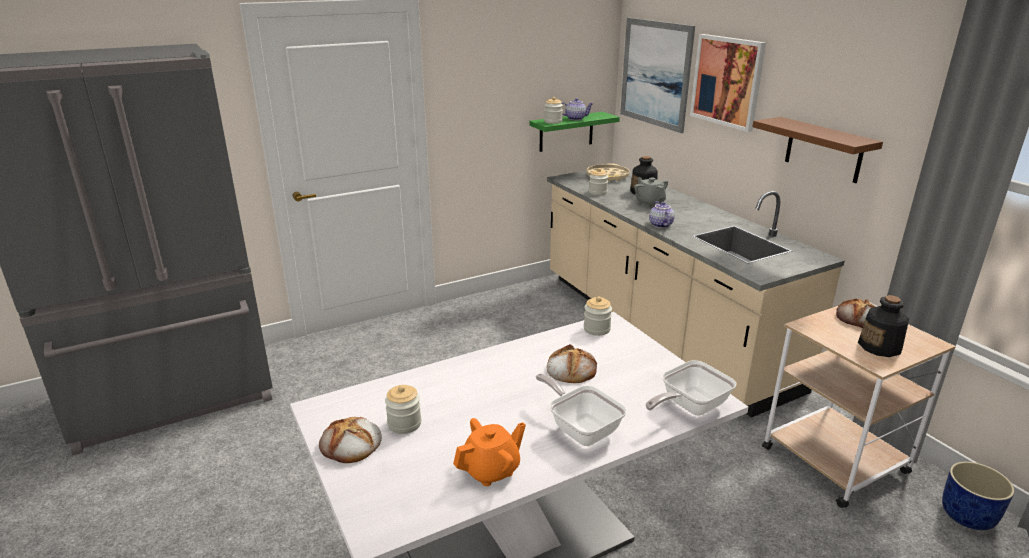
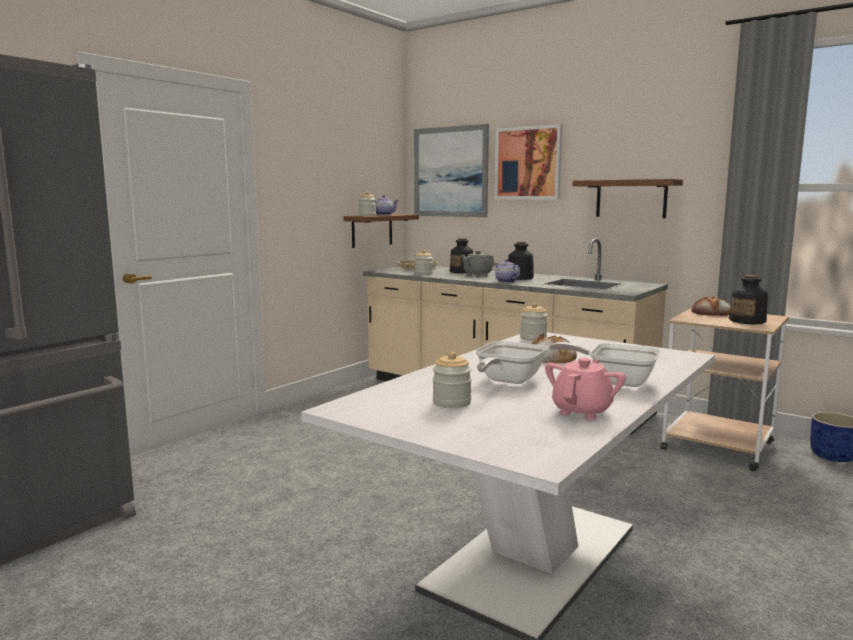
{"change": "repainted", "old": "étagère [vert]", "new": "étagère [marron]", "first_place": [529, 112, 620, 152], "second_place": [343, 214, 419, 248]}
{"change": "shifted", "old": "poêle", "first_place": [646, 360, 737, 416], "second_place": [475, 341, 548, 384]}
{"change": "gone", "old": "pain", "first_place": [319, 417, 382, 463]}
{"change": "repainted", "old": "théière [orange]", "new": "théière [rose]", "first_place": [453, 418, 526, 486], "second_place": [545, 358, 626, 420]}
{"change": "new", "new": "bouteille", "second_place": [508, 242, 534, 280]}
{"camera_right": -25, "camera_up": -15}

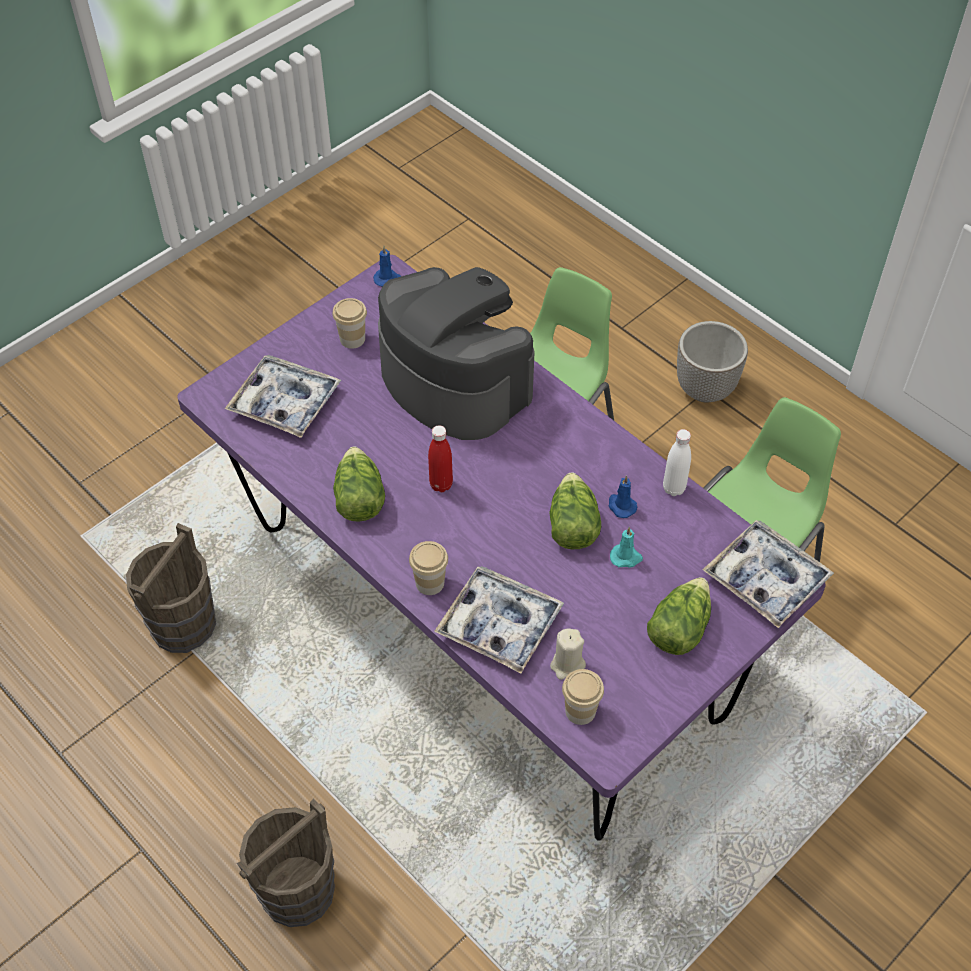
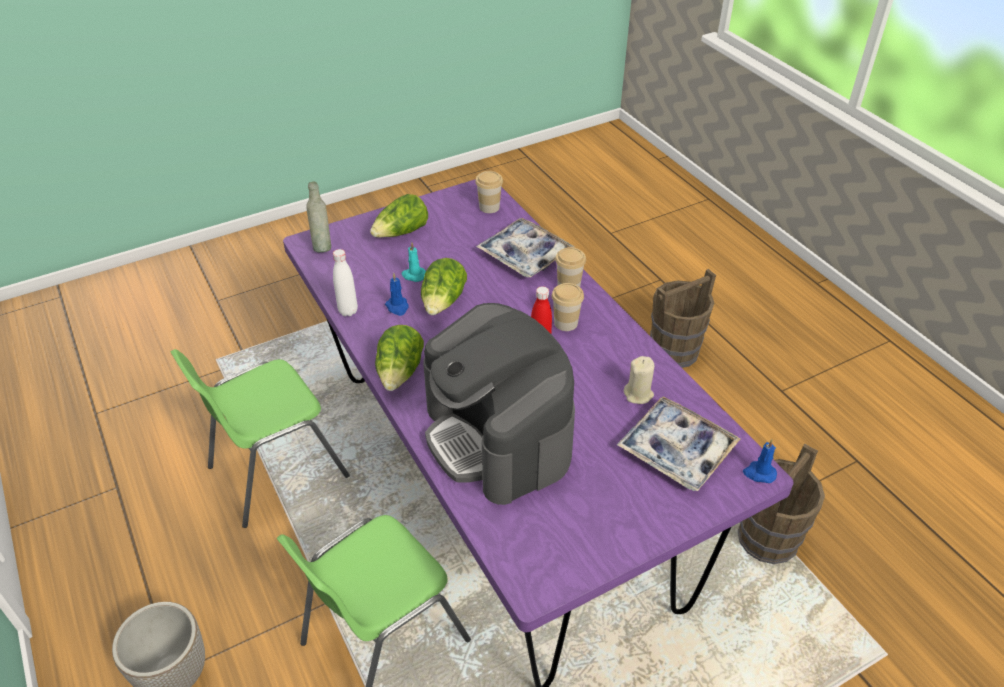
{"change": "shifted", "old": "bougie [bleu]", "first_place": [373, 246, 401, 287], "second_place": [743, 439, 777, 483]}
{"change": "shifted", "old": "tasse", "first_place": [332, 298, 367, 349], "second_place": [552, 283, 584, 331]}
{"change": "shifted", "old": "laitue", "first_place": [333, 446, 385, 522], "second_place": [375, 325, 424, 391]}
{"change": "swapped", "old": "plateau", "new": "bouteille [gris]", "first_place": [702, 520, 834, 628], "second_place": [306, 181, 331, 252]}
{"change": "shifted", "old": "bougie [beige]", "first_place": [550, 628, 586, 680], "second_place": [624, 356, 654, 404]}
{"camera_right": -165, "camera_up": -10}

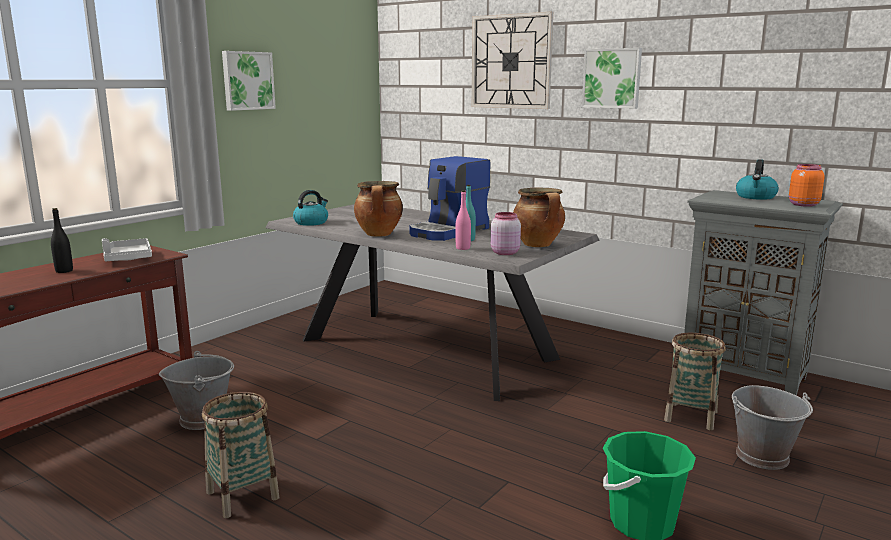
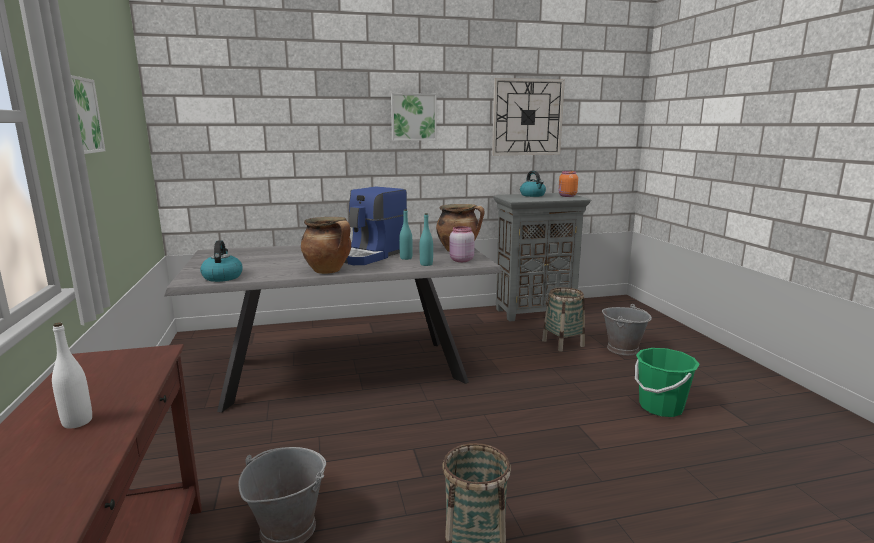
{"change": "shifted", "old": "horloge murale", "first_place": [472, 11, 553, 109], "second_place": [492, 78, 565, 155]}
{"change": "rotated", "old": "machine à café", "first_place": [409, 156, 490, 241], "second_place": [344, 187, 407, 265], "degrees": 45}
{"change": "repainted", "old": "bouteille [rose]", "new": "bouteille [turquoise]", "first_place": [455, 190, 471, 250], "second_place": [420, 213, 433, 266]}
{"change": "repainted", "old": "bouteille [noir]", "new": "bouteille [blanc]", "first_place": [51, 208, 73, 273], "second_place": [52, 322, 92, 429]}
{"change": "gone", "old": "plateau [gris]", "first_place": [102, 238, 152, 261]}
{"camera_right": -50, "camera_up": 0}

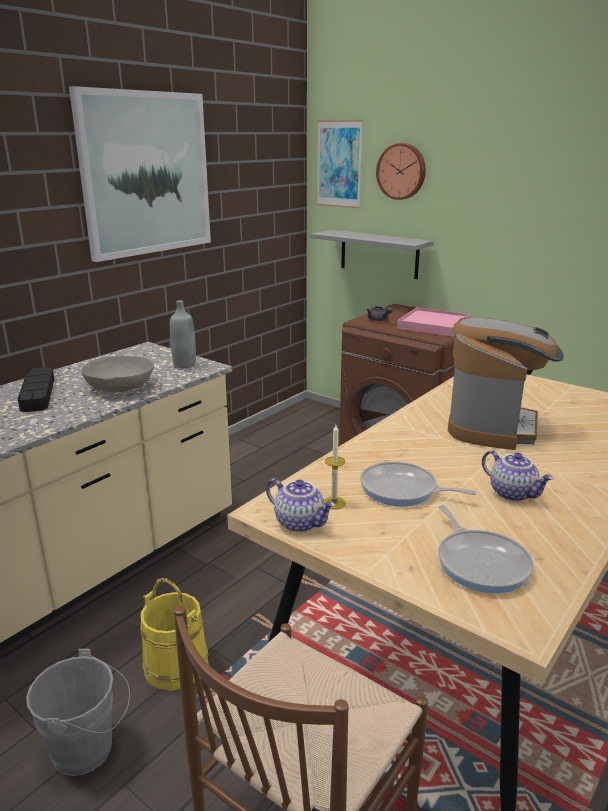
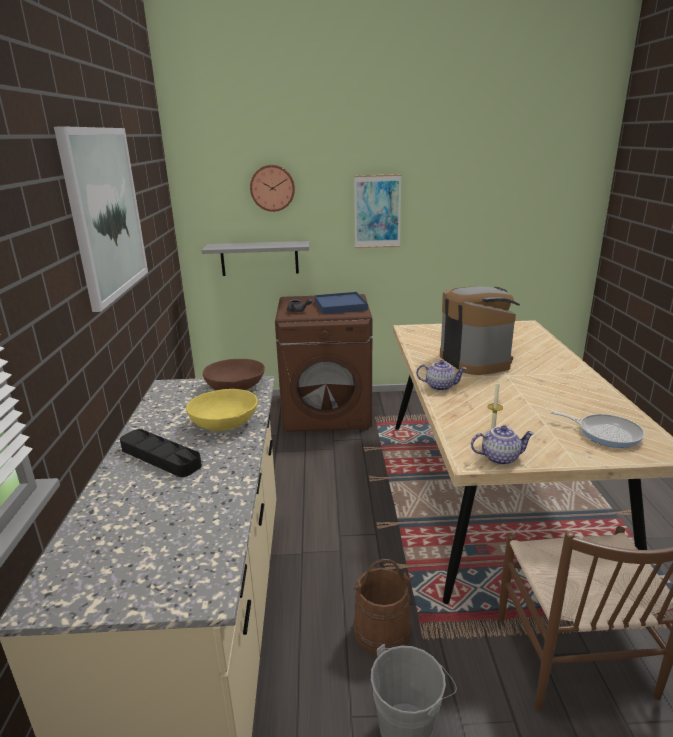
{"change": "shifted", "old": "tableau", "first_place": [317, 120, 363, 208], "second_place": [354, 174, 402, 248]}
{"change": "swapped", "old": "bouteille [gris]", "new": "bol [marron]", "first_place": [170, 300, 196, 368], "second_place": [203, 359, 265, 390]}
{"change": "repainted", "old": "plateau [rose]", "new": "plateau [bleu]", "first_place": [397, 307, 470, 337], "second_place": [315, 292, 368, 314]}
{"change": "repainted", "old": "bol [gris]", "new": "bol [jaune]", "first_place": [81, 355, 154, 392], "second_place": [186, 389, 258, 431]}
{"change": "shifted", "old": "théière", "first_place": [482, 450, 554, 502], "second_place": [416, 360, 467, 391]}
{"change": "gone", "old": "poêle", "first_place": [360, 462, 477, 506]}
{"change": "repainted", "old": "seau [jaune]", "new": "seau [marron]", "first_place": [141, 578, 209, 691], "second_place": [352, 559, 413, 655]}
{"camera_right": -40, "camera_up": 0}

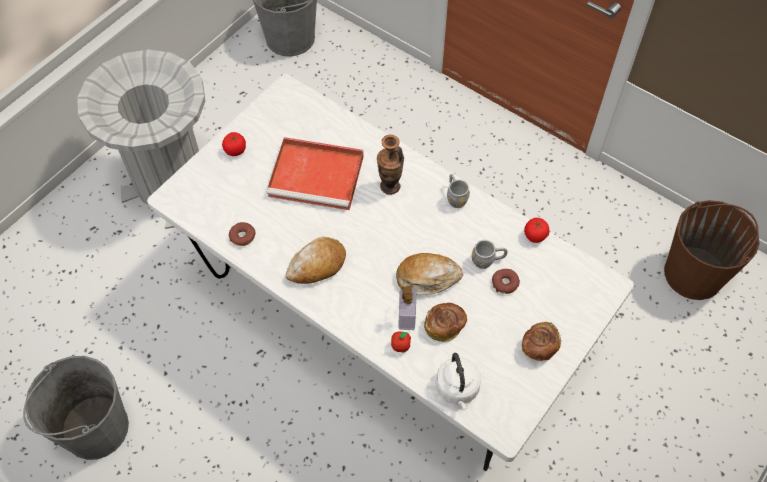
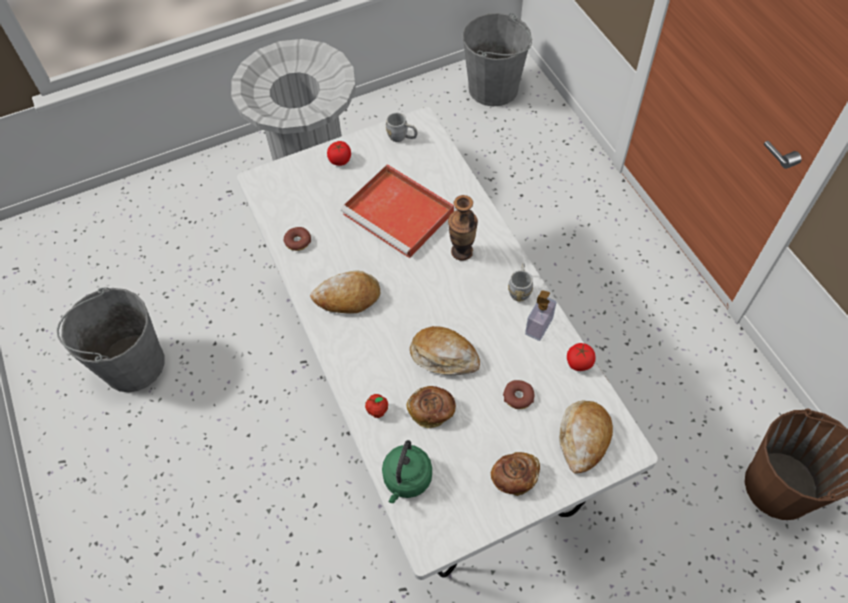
{"change": "shifted", "old": "mug [gris]", "first_place": [472, 240, 508, 269], "second_place": [386, 113, 417, 142]}
{"change": "shifted", "old": "distributeur de savon", "first_place": [398, 286, 416, 330], "second_place": [525, 290, 557, 341]}
{"change": "repainted", "old": "bouilloire [blanc]", "new": "bouilloire [vert]", "first_place": [436, 353, 482, 410], "second_place": [382, 440, 432, 503]}
{"change": "new", "new": "pain", "second_place": [559, 400, 613, 474]}
{"camera_right": 30, "camera_up": 0}

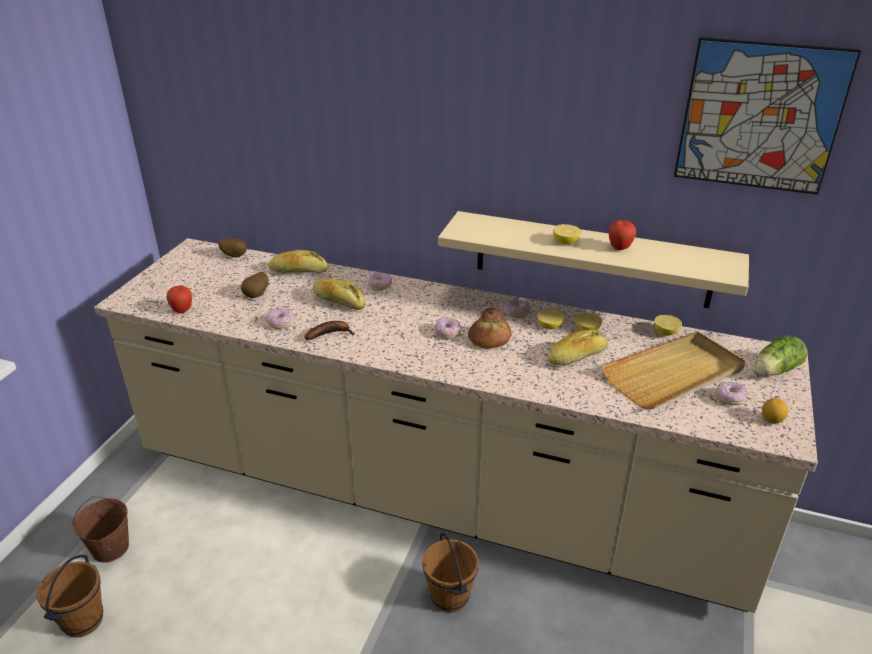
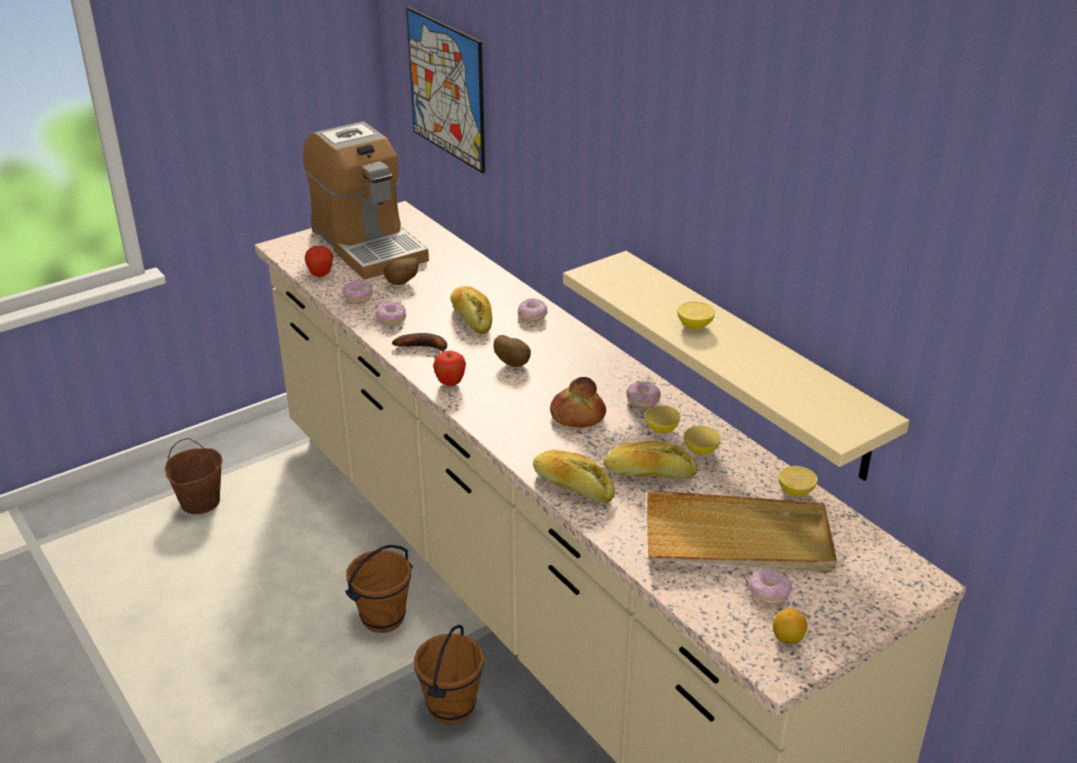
{"change": "shifted", "old": "tableau", "first_place": [674, 37, 861, 195], "second_place": [406, 7, 485, 174]}
{"change": "shifted", "old": "pomme", "first_place": [609, 220, 636, 250], "second_place": [433, 350, 466, 386]}
{"change": "shifted", "old": "pomme de terre", "first_place": [218, 238, 247, 257], "second_place": [494, 335, 531, 367]}
{"change": "shifted", "old": "pain", "first_place": [268, 250, 328, 273], "second_place": [533, 450, 615, 503]}
{"change": "shifted", "old": "beignet", "first_place": [435, 317, 461, 339], "second_place": [343, 279, 373, 303]}
{"change": "gone", "old": "laitue", "first_place": [755, 336, 807, 376]}
{"change": "shifted", "old": "seau [marron]", "first_place": [37, 555, 103, 637], "second_place": [345, 545, 413, 633]}
{"change": "new", "new": "machine à café", "second_place": [303, 121, 429, 280]}
{"camera_right": 35, "camera_up": 0}

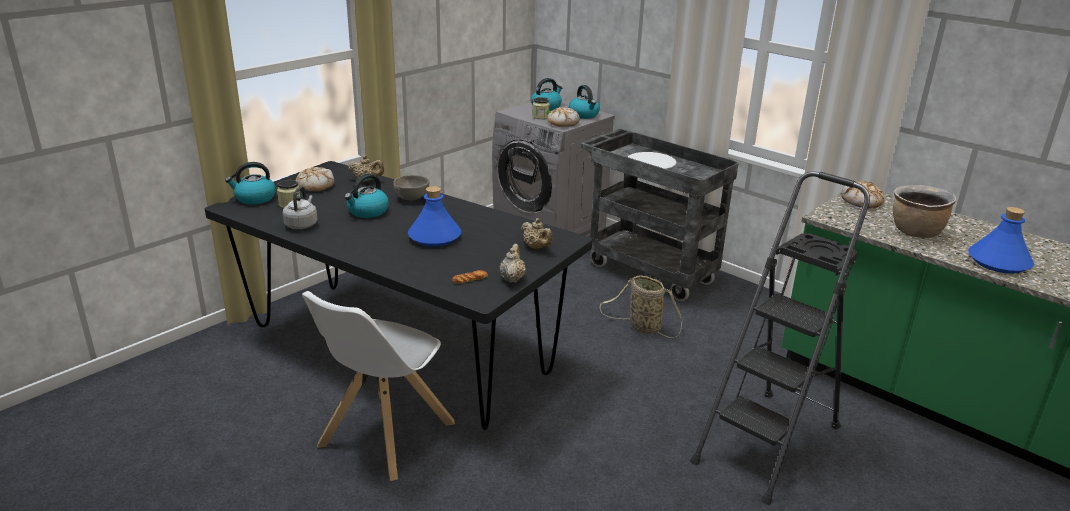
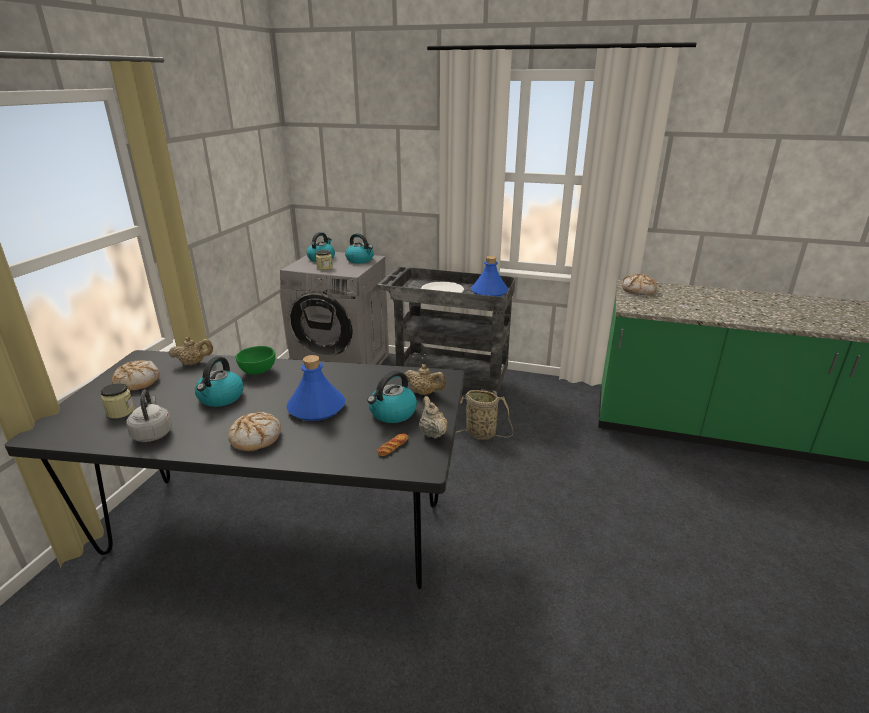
{"change": "shifted", "old": "pain", "first_place": [547, 107, 580, 127], "second_place": [228, 412, 281, 452]}
{"change": "shifted", "old": "bouilloire", "first_place": [225, 162, 276, 205], "second_place": [367, 371, 417, 423]}
{"change": "gone", "old": "escabeau", "first_place": [690, 171, 870, 505]}
{"change": "repainted", "old": "bol [gris]", "new": "bol [vert]", "first_place": [394, 175, 429, 200], "second_place": [236, 346, 276, 375]}
{"change": "gone", "old": "marmite [marron]", "first_place": [893, 185, 957, 238]}
{"change": "shifted", "old": "bouteille [bleu]", "first_place": [968, 207, 1034, 274], "second_place": [471, 256, 509, 297]}
{"change": "gone", "old": "chaise", "first_place": [302, 291, 455, 481]}
{"camera_right": -25, "camera_up": 0}

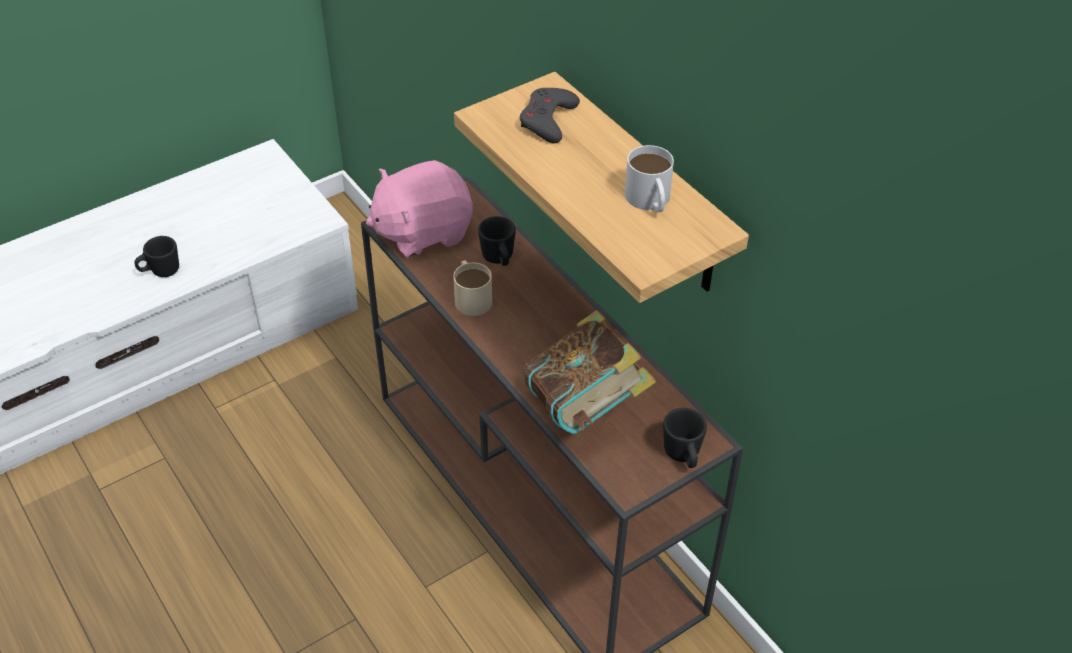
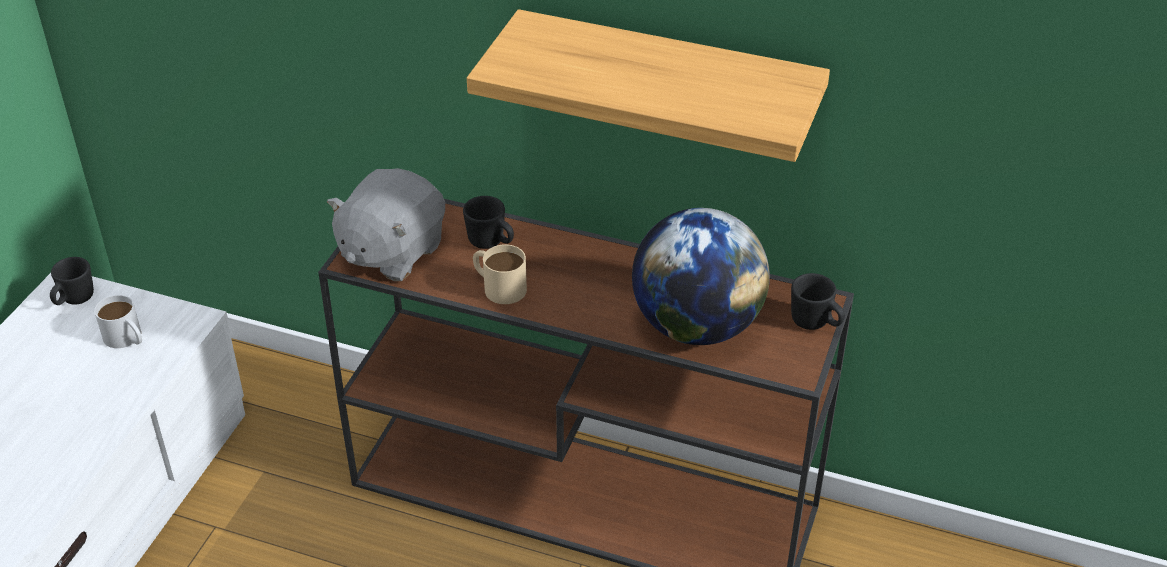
{"change": "gone", "old": "manette [gris]", "first_place": [520, 88, 580, 143]}
{"change": "shifted", "old": "mug [blanc]", "first_place": [625, 145, 674, 212], "second_place": [94, 295, 142, 348]}
{"change": "repainted", "old": "peluche [rose]", "new": "peluche [gris]", "first_place": [366, 160, 473, 258], "second_place": [327, 168, 445, 281]}
{"change": "shifted", "old": "mug [noir]", "first_place": [134, 236, 179, 277], "second_place": [50, 257, 94, 305]}
{"change": "swapped", "old": "livre", "new": "globe", "first_place": [524, 310, 656, 434], "second_place": [632, 208, 770, 345]}
{"camera_right": -35, "camera_up": -5}

